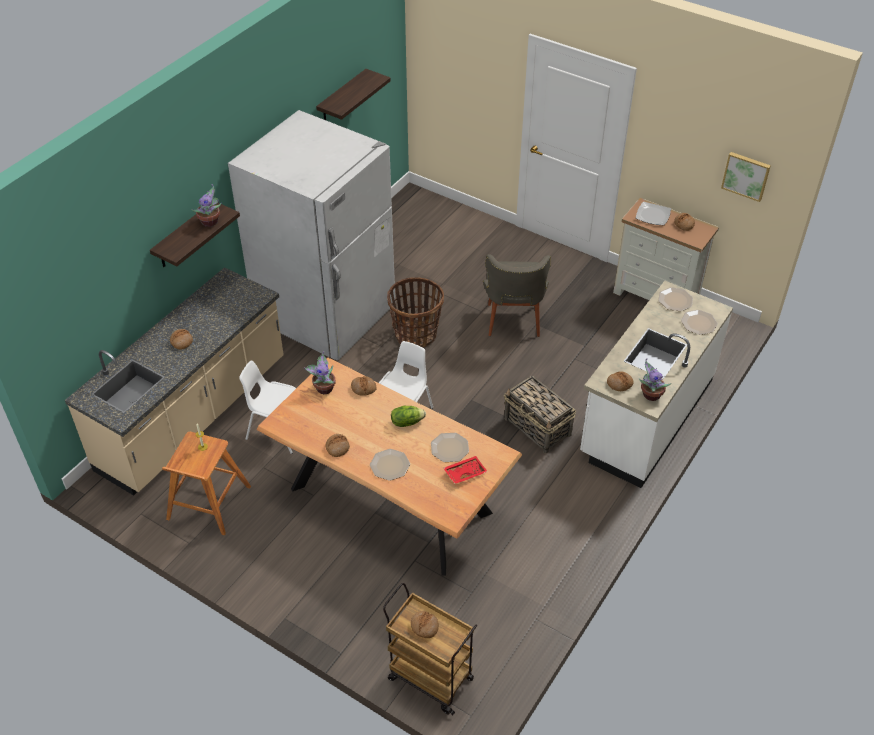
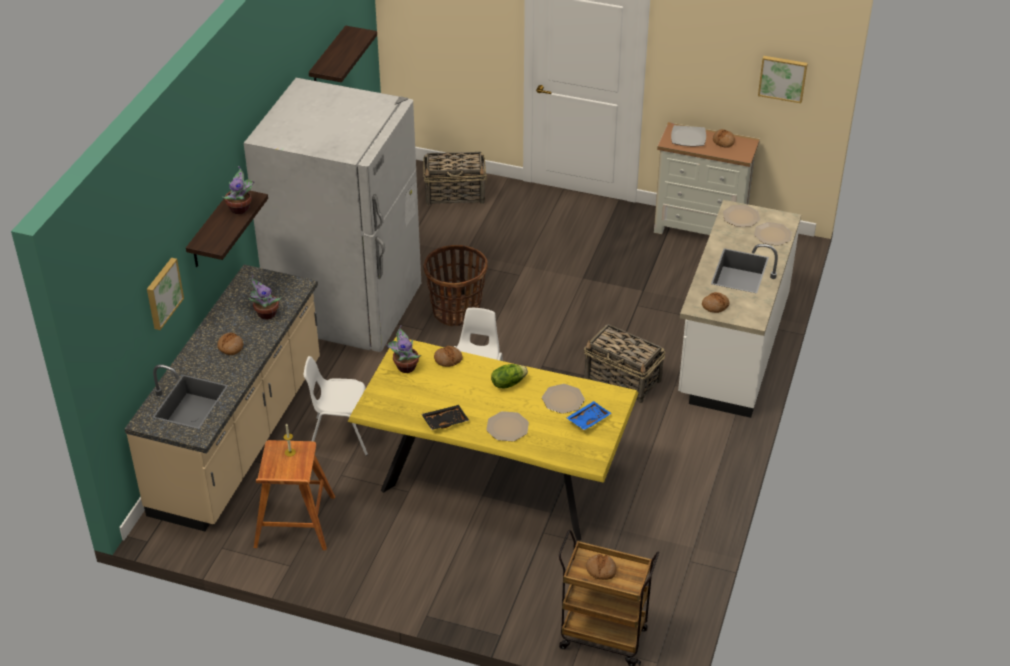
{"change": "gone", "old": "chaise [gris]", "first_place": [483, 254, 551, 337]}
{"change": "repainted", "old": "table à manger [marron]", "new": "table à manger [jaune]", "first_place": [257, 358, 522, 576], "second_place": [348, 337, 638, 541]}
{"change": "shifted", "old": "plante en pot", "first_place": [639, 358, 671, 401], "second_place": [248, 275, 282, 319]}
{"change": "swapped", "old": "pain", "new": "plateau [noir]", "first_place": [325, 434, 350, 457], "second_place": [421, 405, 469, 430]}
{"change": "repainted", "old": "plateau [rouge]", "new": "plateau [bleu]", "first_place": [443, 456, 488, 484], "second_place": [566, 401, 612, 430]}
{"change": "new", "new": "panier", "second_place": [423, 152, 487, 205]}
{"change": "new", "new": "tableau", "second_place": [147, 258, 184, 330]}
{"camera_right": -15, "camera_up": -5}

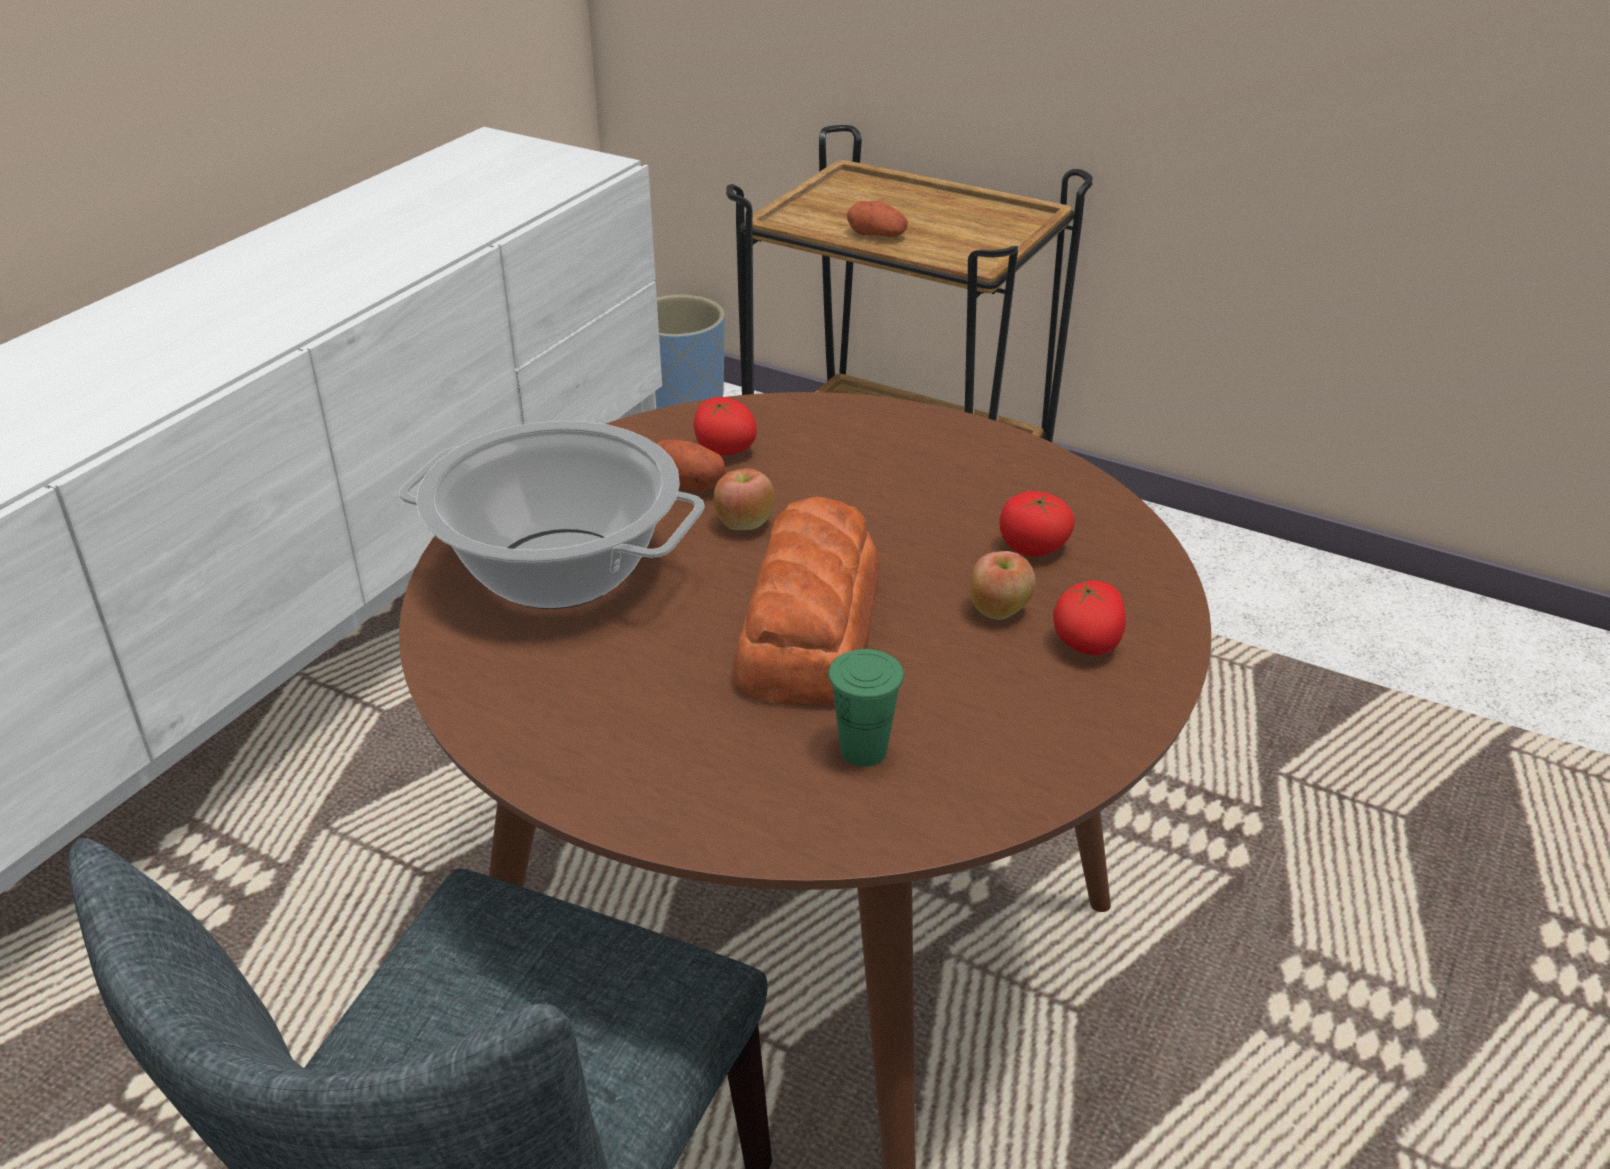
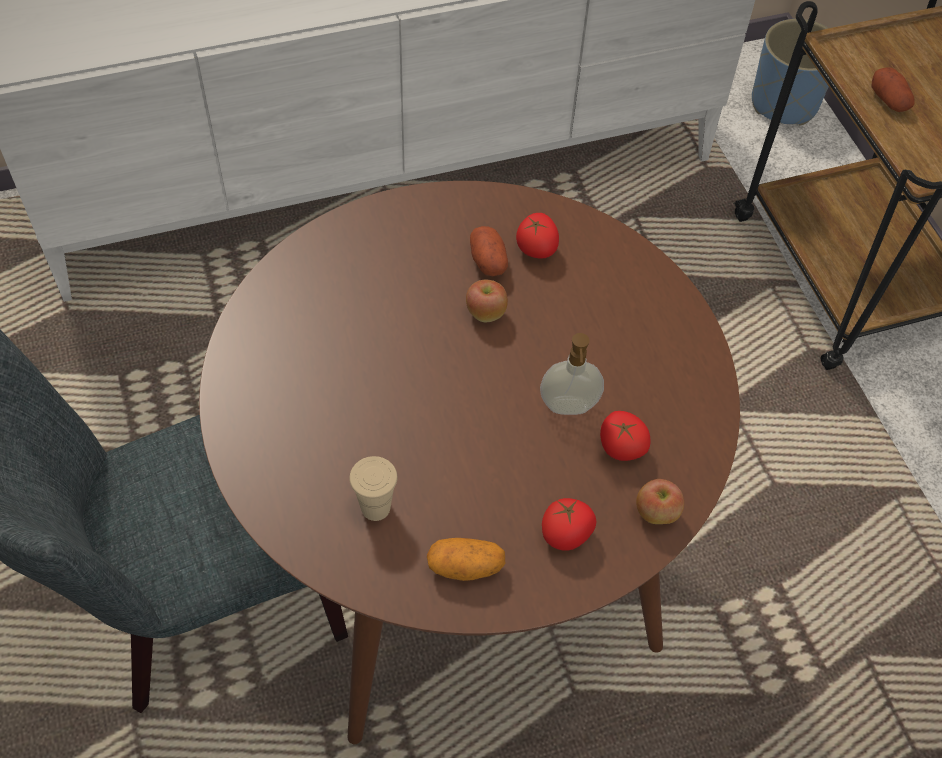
{"change": "gone", "old": "marmite", "first_place": [399, 421, 705, 609]}
{"change": "gone", "old": "pain", "first_place": [732, 497, 880, 705]}
{"change": "shifted", "old": "pomme", "first_place": [970, 551, 1035, 620], "second_place": [636, 479, 684, 524]}
{"change": "repainted", "old": "tasse [vert]", "new": "tasse [beige]", "first_place": [828, 649, 904, 767], "second_place": [349, 456, 397, 521]}
{"change": "new", "new": "distributeur de savon", "second_place": [540, 333, 604, 415]}
{"change": "new", "new": "pomme de terre", "second_place": [427, 538, 505, 581]}
{"camera_right": 40, "camera_up": 20}

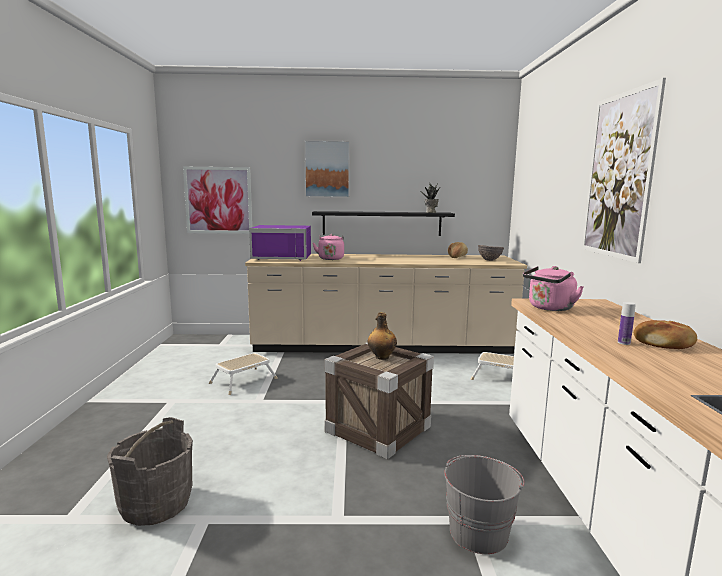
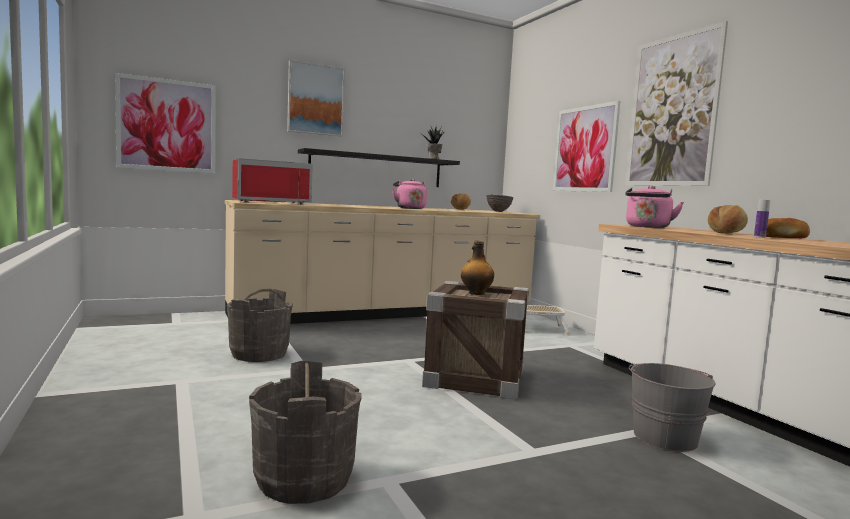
{"change": "repainted", "old": "micro-ondes [violet]", "new": "micro-ondes [rouge]", "first_place": [249, 225, 311, 261], "second_place": [232, 158, 313, 204]}
{"change": "shifted", "old": "bouilloire [rose]", "first_place": [313, 234, 344, 260], "second_place": [392, 179, 427, 209]}
{"change": "swapped", "old": "escabeau [beige]", "new": "seau [gris]", "first_place": [209, 353, 278, 395], "second_place": [227, 289, 292, 362]}
{"change": "new", "new": "tableau", "second_place": [553, 101, 620, 192]}
{"change": "new", "new": "pain", "second_place": [708, 205, 748, 234]}
{"camera_right": -25, "camera_up": -5}

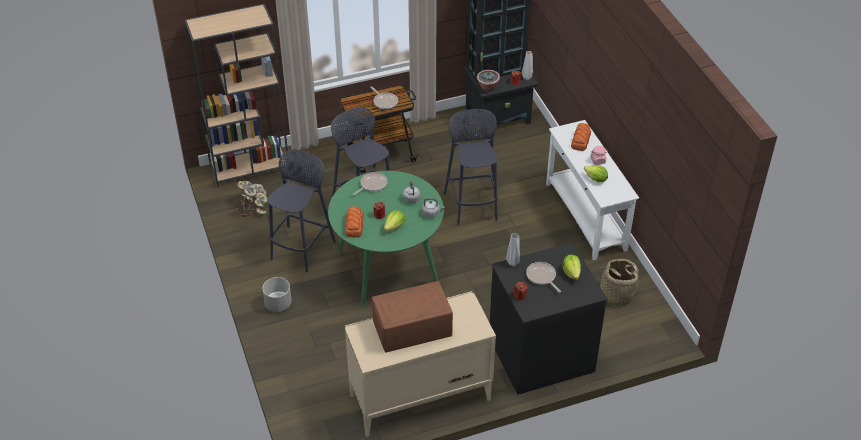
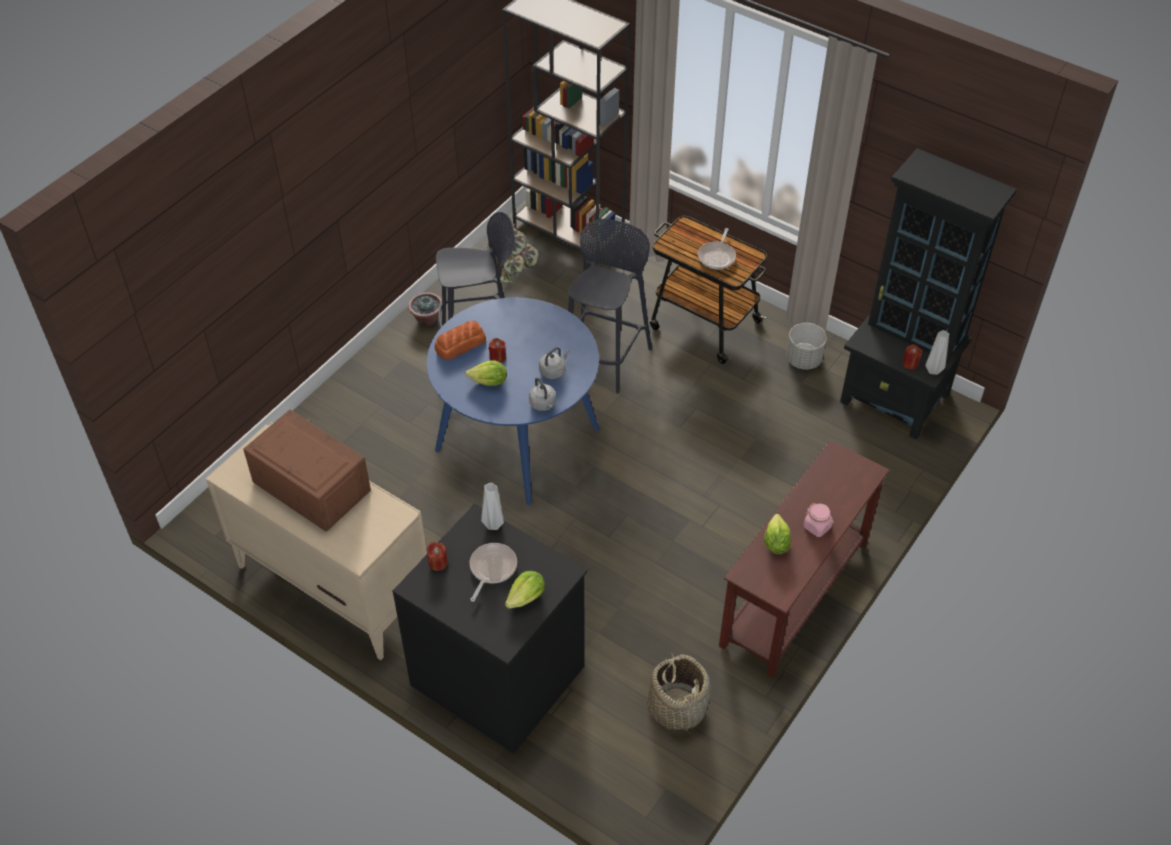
{"change": "shifted", "old": "plante en pot", "first_place": [477, 70, 500, 92], "second_place": [408, 292, 442, 326]}
{"change": "gone", "old": "tabouret [gris]", "first_place": [444, 109, 498, 225]}
{"change": "repainted", "old": "table console [blanc]", "new": "table console [marron]", "first_place": [546, 120, 639, 260], "second_place": [719, 440, 890, 678]}
{"change": "gone", "old": "pain", "first_place": [571, 123, 591, 151]}
{"change": "repainted", "old": "table à manger [vert]", "new": "table à manger [bleu]", "first_place": [328, 171, 444, 307], "second_place": [427, 298, 599, 505]}
{"change": "gone", "old": "poêle", "first_place": [353, 172, 388, 195]}
{"change": "shifted", "old": "cache-pot [gris]", "first_place": [263, 277, 292, 312], "second_place": [786, 323, 827, 370]}
{"camera_right": 55, "camera_up": 5}

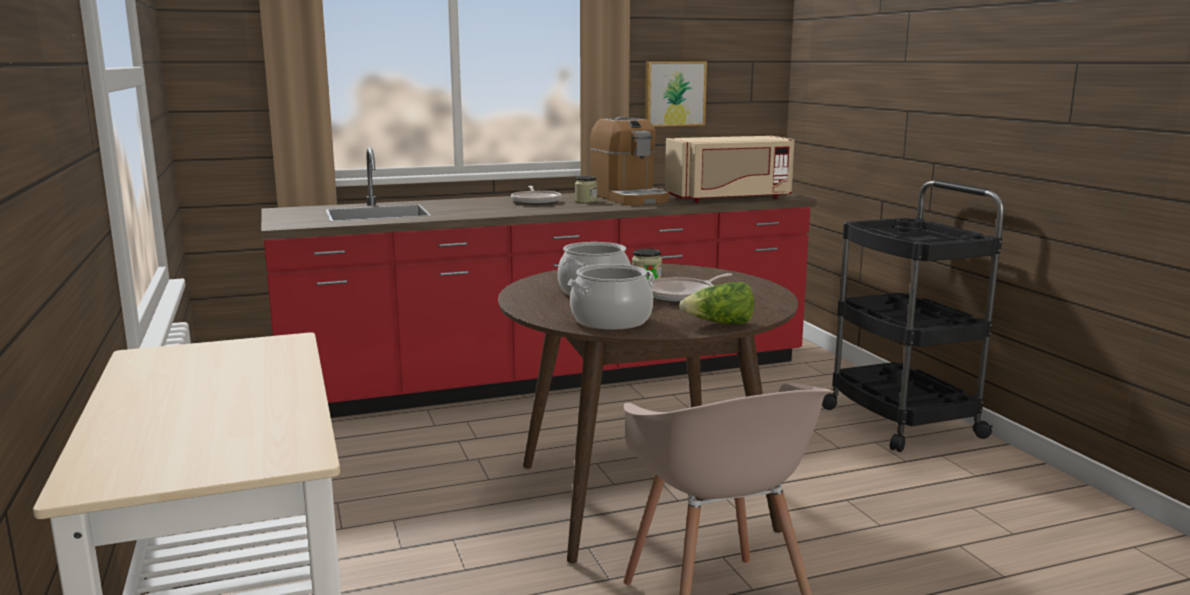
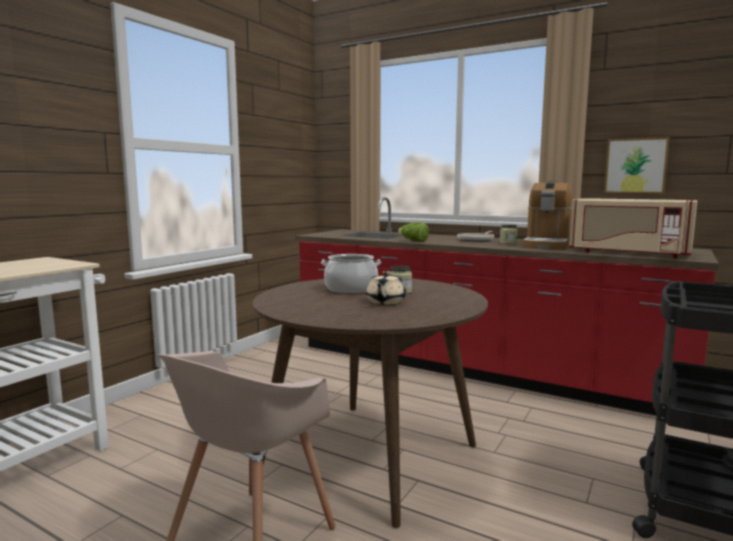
{"change": "gone", "old": "marmite", "first_place": [568, 264, 655, 330]}
{"change": "swapped", "old": "poêle", "new": "théière [beige]", "first_place": [651, 273, 732, 303], "second_place": [366, 271, 406, 305]}
{"change": "shifted", "old": "laitue", "first_place": [679, 282, 754, 324], "second_place": [398, 222, 429, 242]}
{"camera_right": 50, "camera_up": -5}

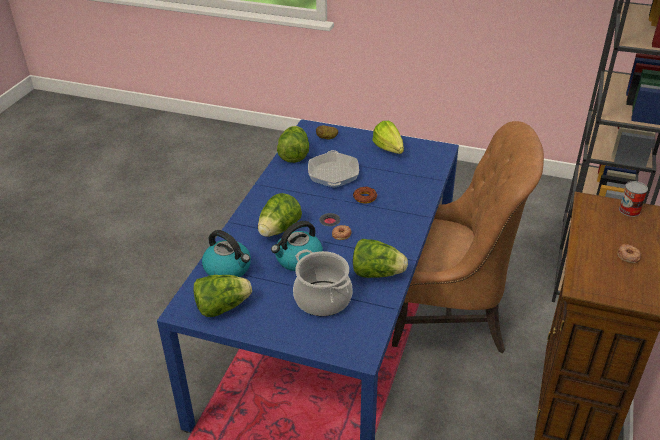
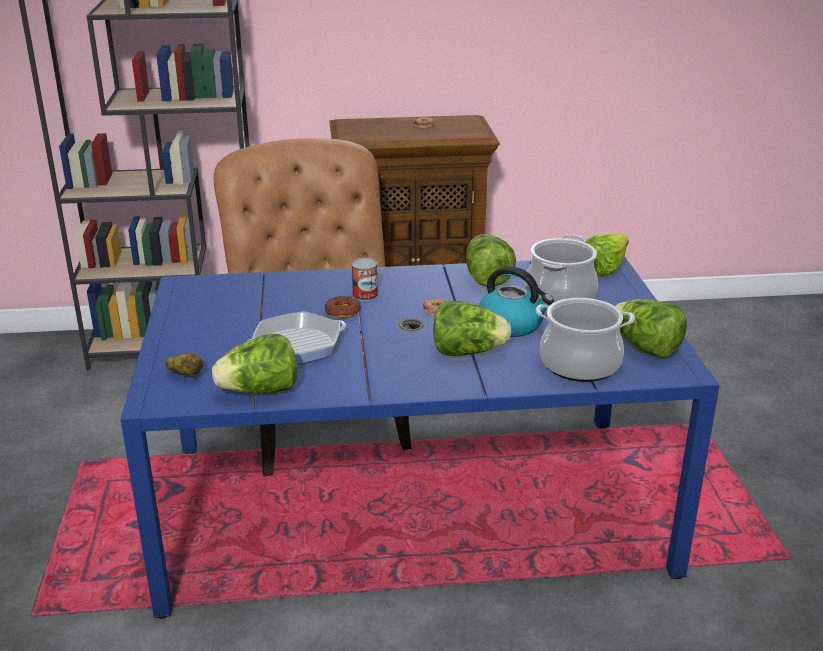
{"change": "shifted", "old": "laitue", "first_place": [372, 121, 404, 154], "second_place": [585, 233, 629, 276]}
{"change": "shifted", "old": "boîte métallique", "first_place": [619, 181, 648, 217], "second_place": [351, 258, 378, 301]}
{"change": "swapped", "old": "bouilloire", "new": "marmite", "first_place": [202, 230, 251, 277], "second_place": [536, 298, 635, 382]}
{"camera_right": -115, "camera_up": -10}

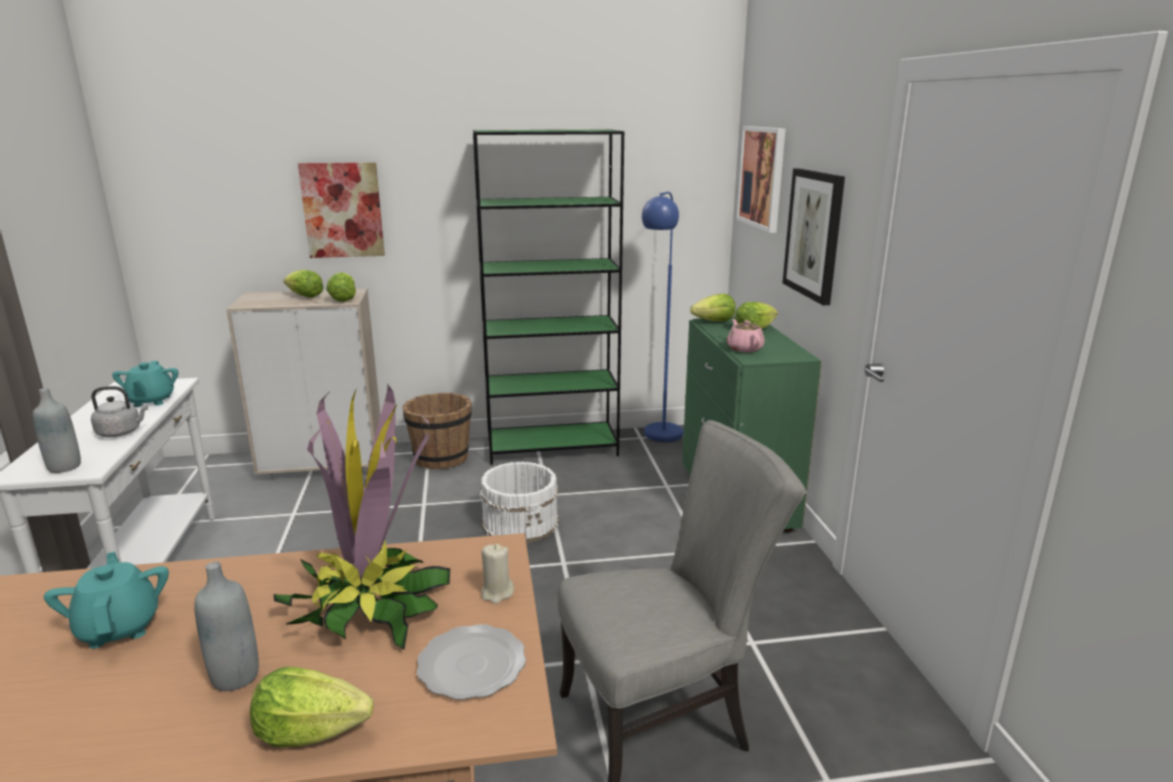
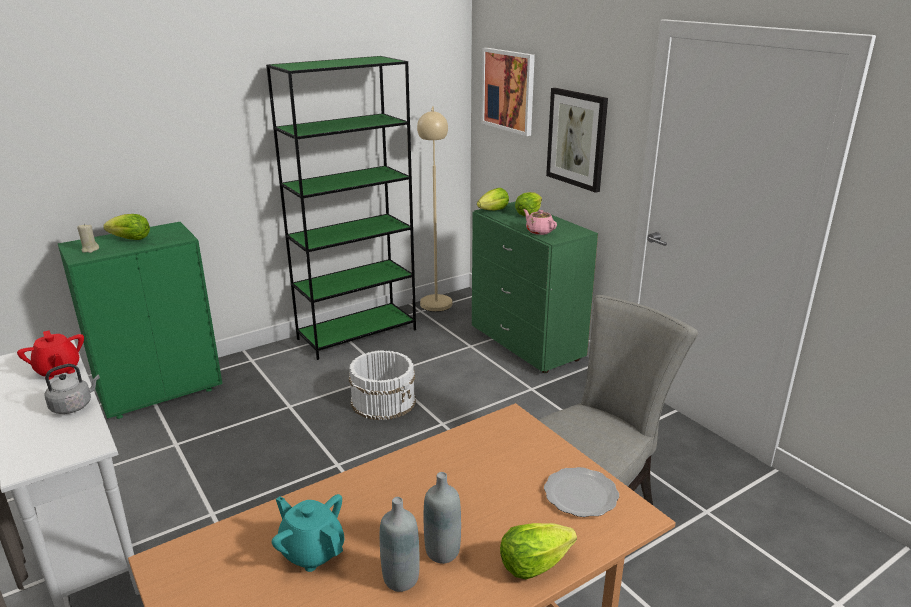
{"change": "gone", "old": "tableau", "first_place": [298, 162, 385, 258]}
{"change": "repainted", "old": "lampadaire [bleu]", "new": "lampadaire [beige]", "first_place": [642, 192, 683, 442], "second_place": [417, 106, 452, 312]}
{"change": "gone", "old": "laitue", "first_place": [326, 272, 356, 302]}
{"change": "repainted", "old": "meuble de rangement [beige]", "new": "meuble de rangement [vert]", "first_place": [226, 288, 380, 478], "second_place": [58, 222, 223, 419]}
{"change": "repainted", "old": "théière [turquoise]", "new": "théière [rouge]", "first_place": [112, 361, 178, 407], "second_place": [17, 330, 84, 380]}
{"change": "gone", "old": "plante en pot", "first_place": [274, 385, 450, 650]}
{"change": "shifted", "old": "bouteille [gris]", "first_place": [33, 388, 81, 473], "second_place": [380, 497, 420, 592]}
{"change": "gone", "old": "seau [marron]", "first_place": [402, 393, 472, 469]}
{"change": "shifted", "old": "bougie [beige]", "first_place": [481, 544, 514, 604], "second_place": [77, 224, 99, 253]}
{"camera_right": -25, "camera_up": 5}

